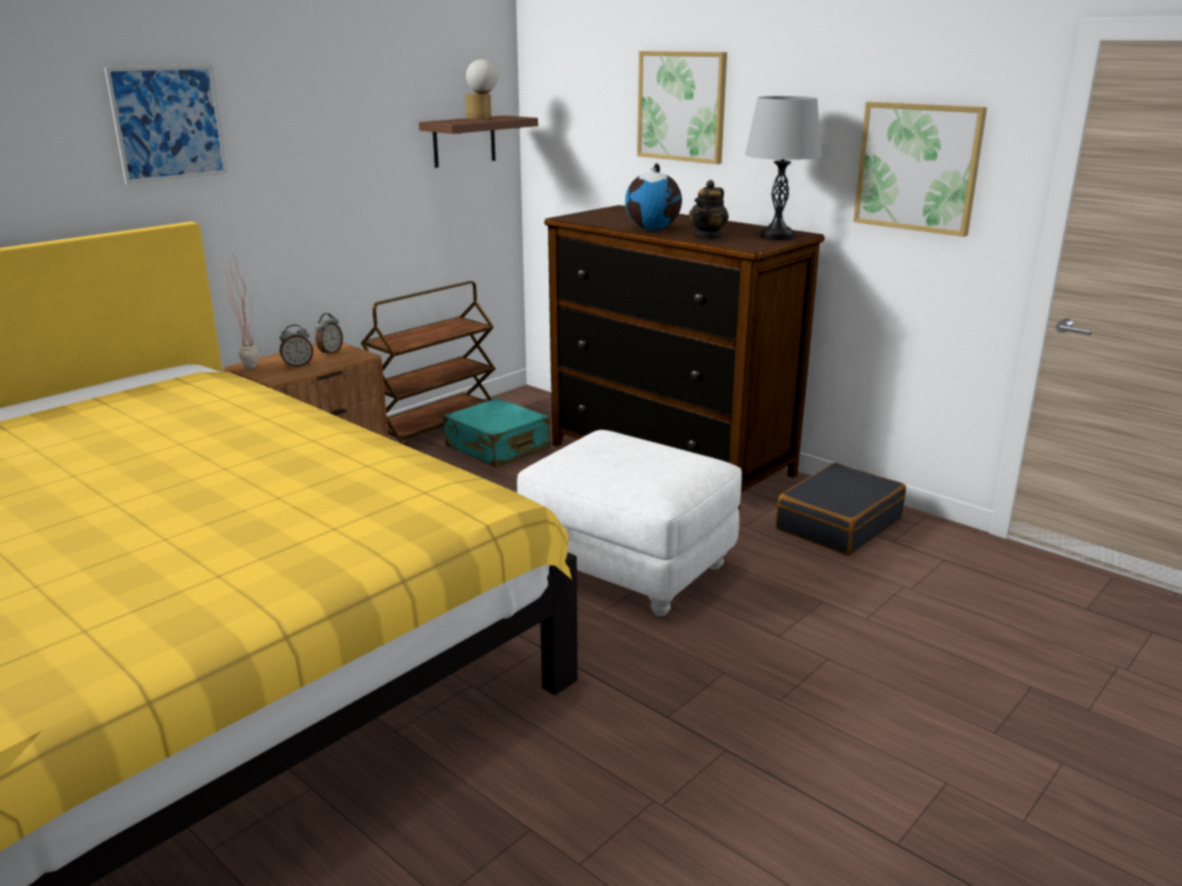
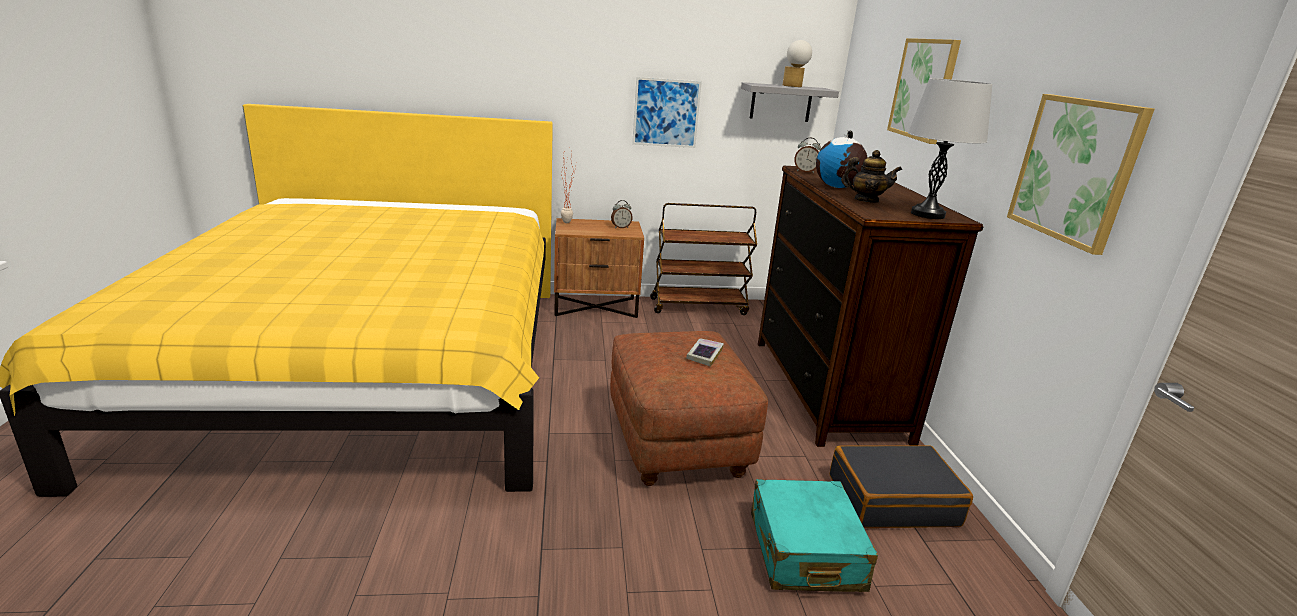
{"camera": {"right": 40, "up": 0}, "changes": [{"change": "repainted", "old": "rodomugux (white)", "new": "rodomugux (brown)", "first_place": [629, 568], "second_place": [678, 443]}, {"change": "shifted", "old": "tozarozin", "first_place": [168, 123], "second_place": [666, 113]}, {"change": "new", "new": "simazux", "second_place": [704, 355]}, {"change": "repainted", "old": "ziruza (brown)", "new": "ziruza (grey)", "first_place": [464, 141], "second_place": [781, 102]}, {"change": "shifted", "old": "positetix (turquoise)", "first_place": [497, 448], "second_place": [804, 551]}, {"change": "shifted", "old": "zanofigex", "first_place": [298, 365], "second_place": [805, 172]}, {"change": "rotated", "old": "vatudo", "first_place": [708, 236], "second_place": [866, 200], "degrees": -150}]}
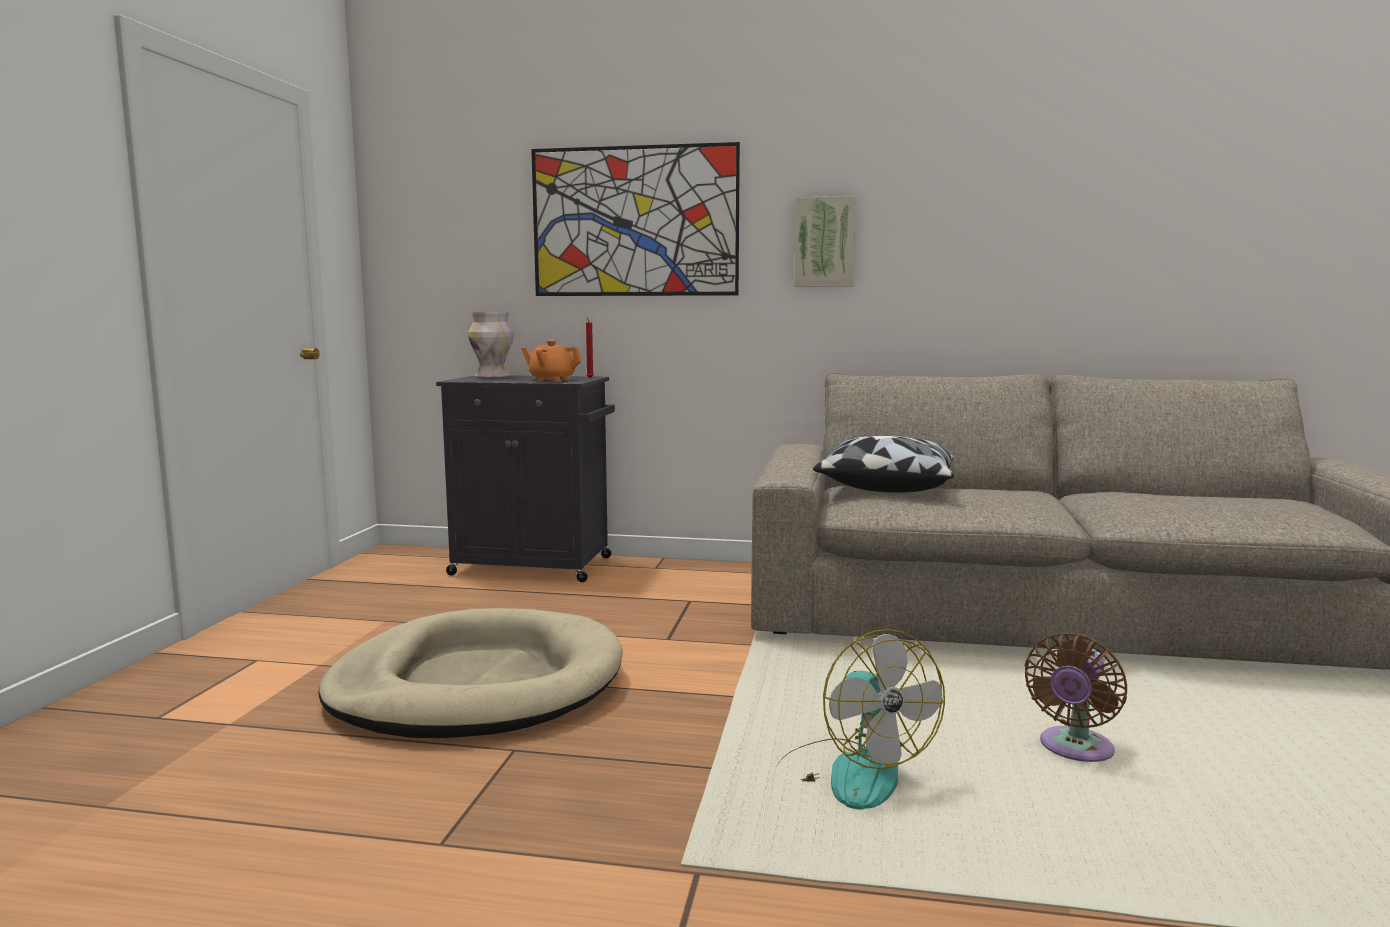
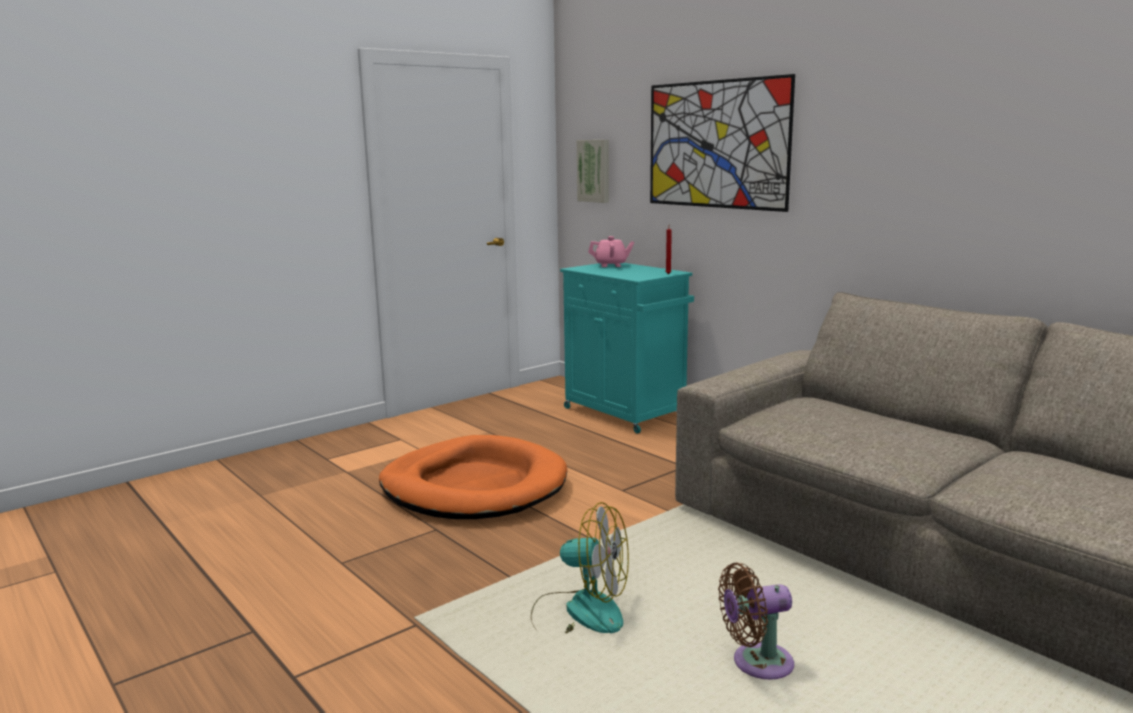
{"camera": {"right": 40, "up": 5}, "changes": [{"change": "repainted", "old": "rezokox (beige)", "new": "rezokox (orange)", "first_place": [477, 685], "second_place": [474, 486]}, {"change": "rotated", "old": "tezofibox", "first_place": [851, 772], "second_place": [579, 612], "degrees": -90}, {"change": "repainted", "old": "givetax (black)", "new": "givetax (turquoise)", "first_place": [535, 566], "second_place": [626, 413]}, {"change": "shifted", "old": "tozarozin", "first_place": [825, 242], "second_place": [594, 171]}, {"change": "swapped", "old": "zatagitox", "new": "vatudo (pink)", "first_place": [492, 377], "second_place": [611, 265]}, {"change": "gone", "old": "vatudo (orange)", "first_place": [552, 380]}, {"change": "gone", "old": "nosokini", "first_place": [886, 487]}]}
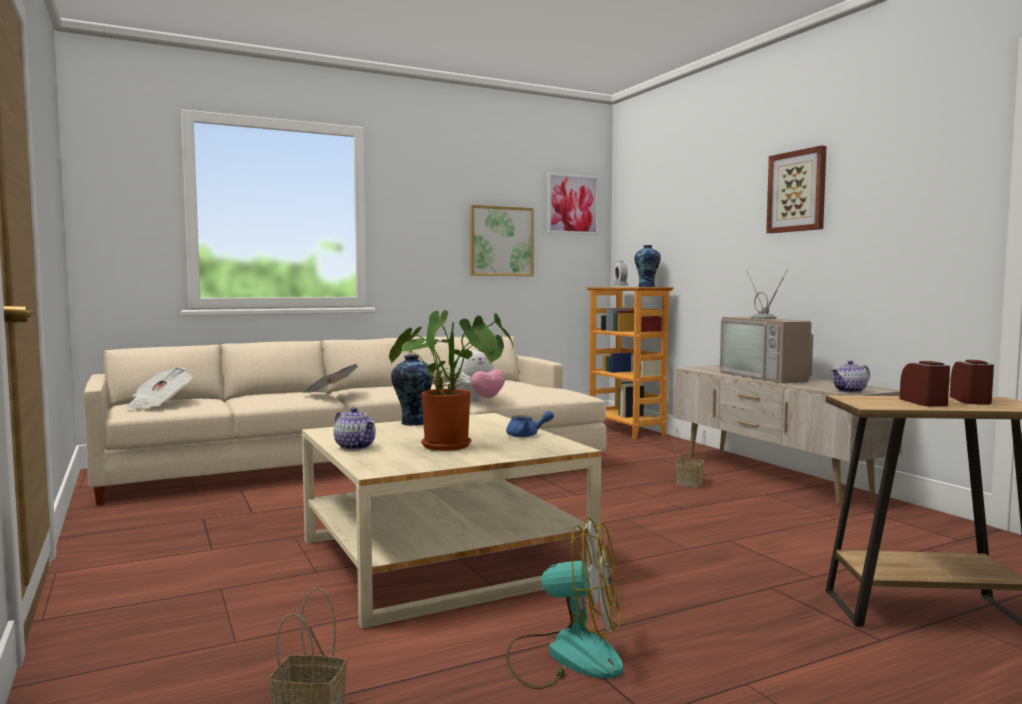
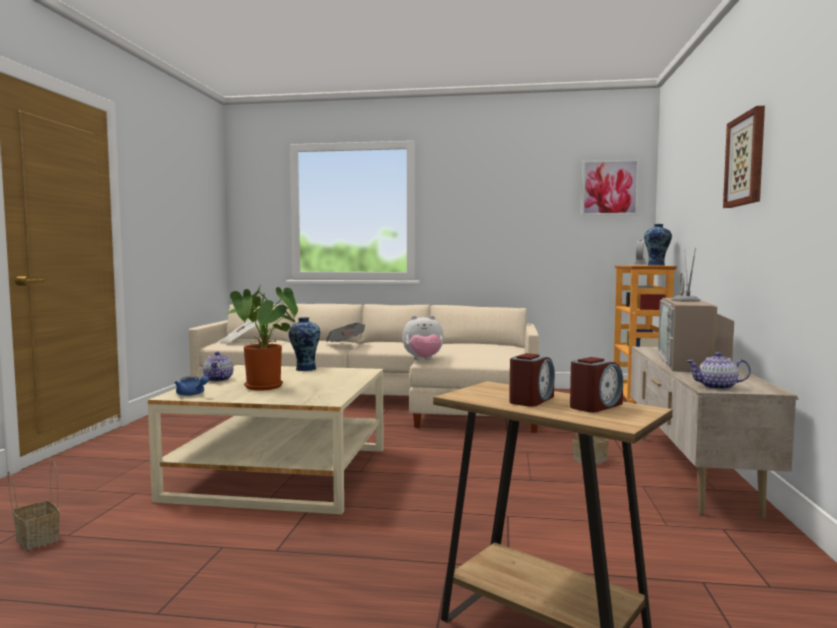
{"camera": {"right": 35, "up": 0}, "changes": [{"change": "shifted", "old": "vatudo (blue)", "first_place": [527, 435], "second_place": [192, 394]}, {"change": "gone", "old": "tozarozin", "first_place": [501, 241]}, {"change": "gone", "old": "tezofibox", "first_place": [566, 655]}]}
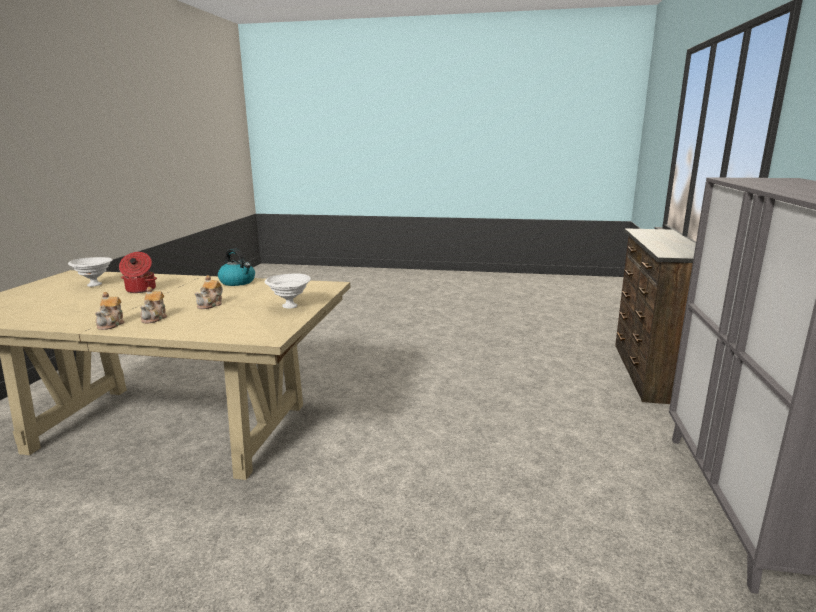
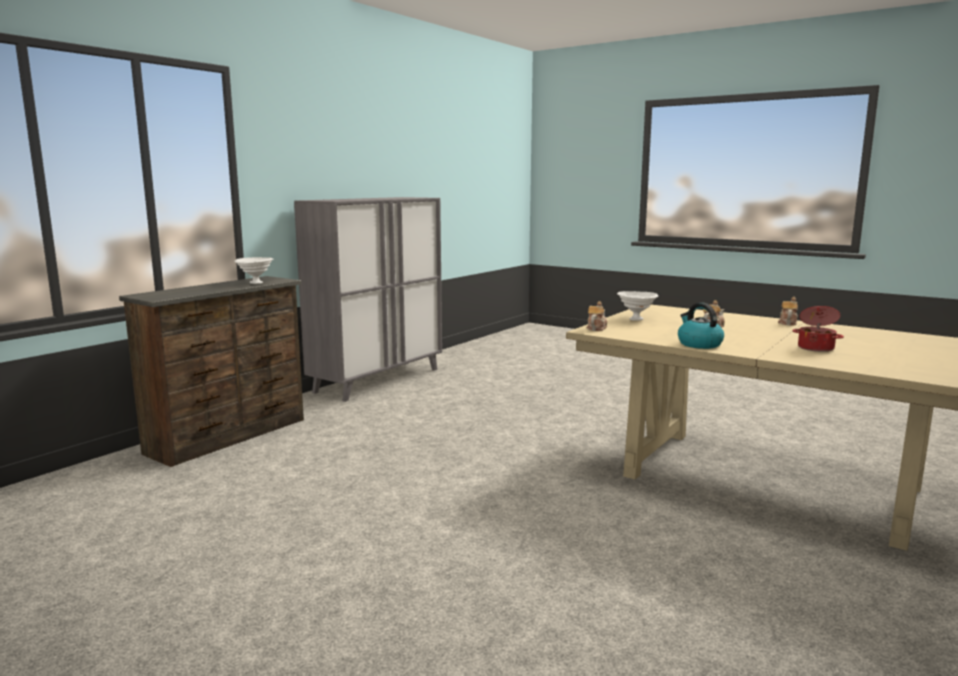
{"camera": {"right": -155, "up": -5}, "changes": [{"change": "shifted", "old": "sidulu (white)", "first_place": [95, 284], "second_place": [255, 283]}, {"change": "shifted", "old": "vatudo", "first_place": [155, 318], "second_place": [596, 328]}]}
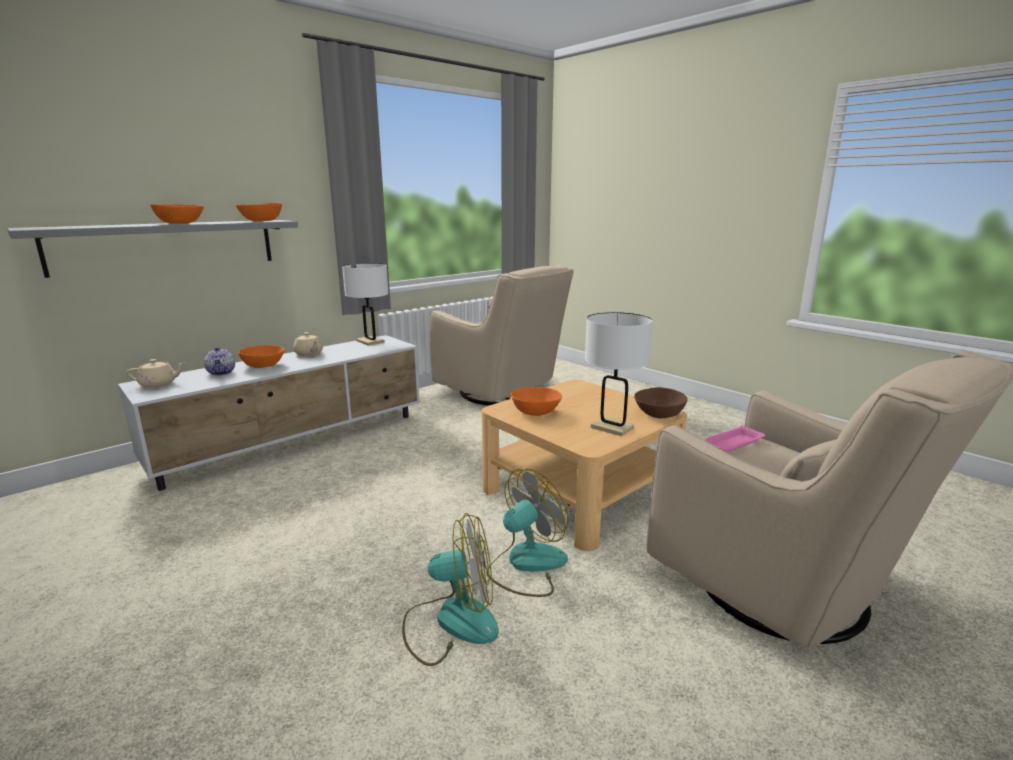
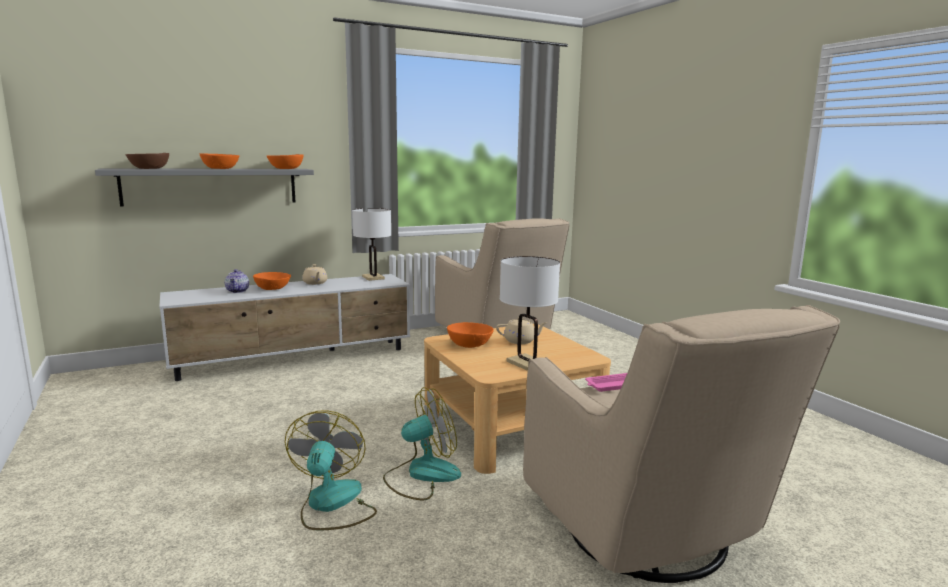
{"camera": {"right": 15, "up": -5}, "changes": [{"change": "shifted", "old": "sidulu (brown)", "first_place": [659, 414], "second_place": [149, 168]}, {"change": "rotated", "old": "tezofibox", "first_place": [451, 622], "second_place": [331, 504], "degrees": -105}, {"change": "shifted", "old": "vatudo (beige)", "first_place": [159, 384], "second_place": [520, 341]}]}
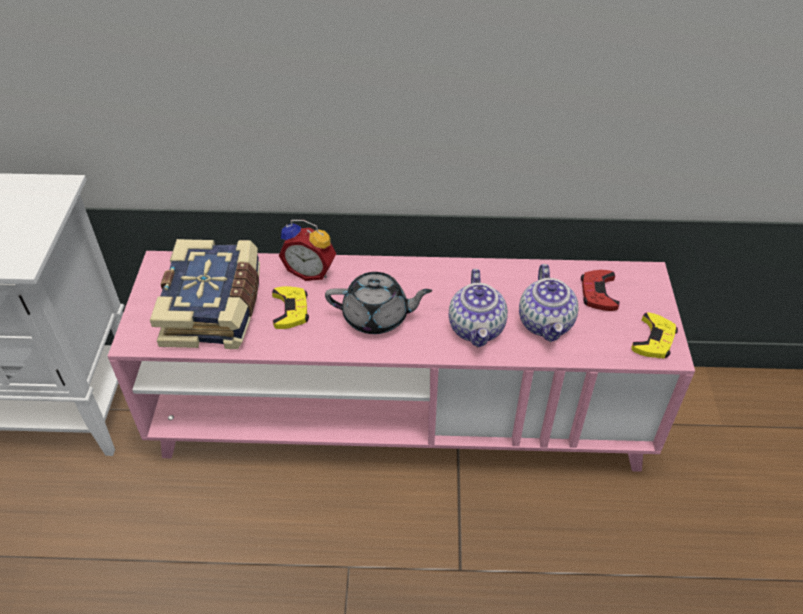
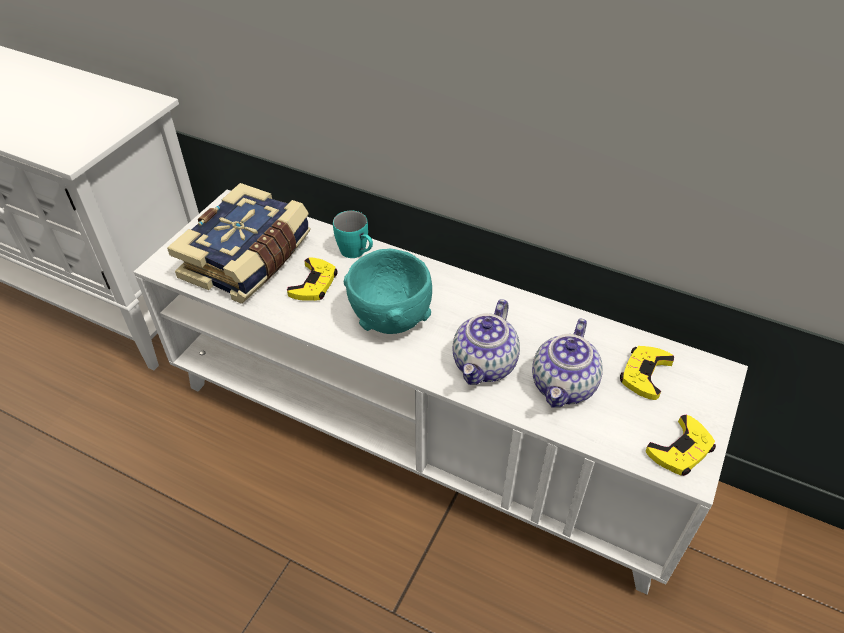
{"camera": {"right": 25, "up": 0}, "changes": [{"change": "repainted", "old": "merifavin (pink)", "new": "merifavin (white)", "first_place": [401, 416], "second_place": [422, 433]}, {"change": "swapped", "old": "zanofigex", "new": "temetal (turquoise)", "first_place": [311, 271], "second_place": [357, 253]}, {"change": "swapped", "old": "vatudo (grey)", "new": "sidulu (turquoise)", "first_place": [377, 317], "second_place": [391, 318]}, {"change": "repainted", "old": "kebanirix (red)", "new": "kebanirix (yellow)", "first_place": [598, 293], "second_place": [644, 374]}]}
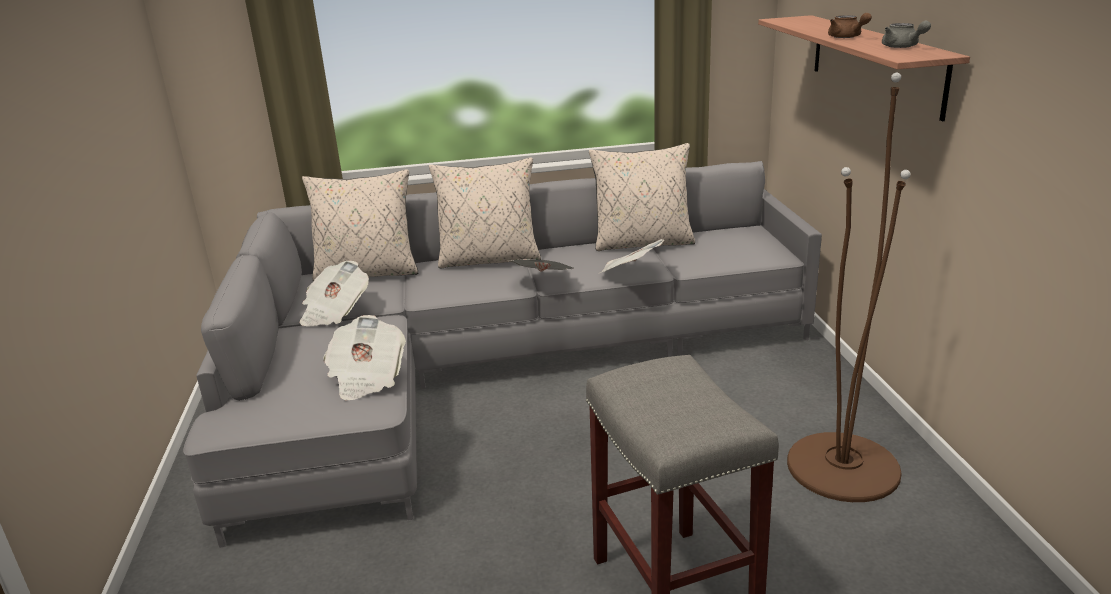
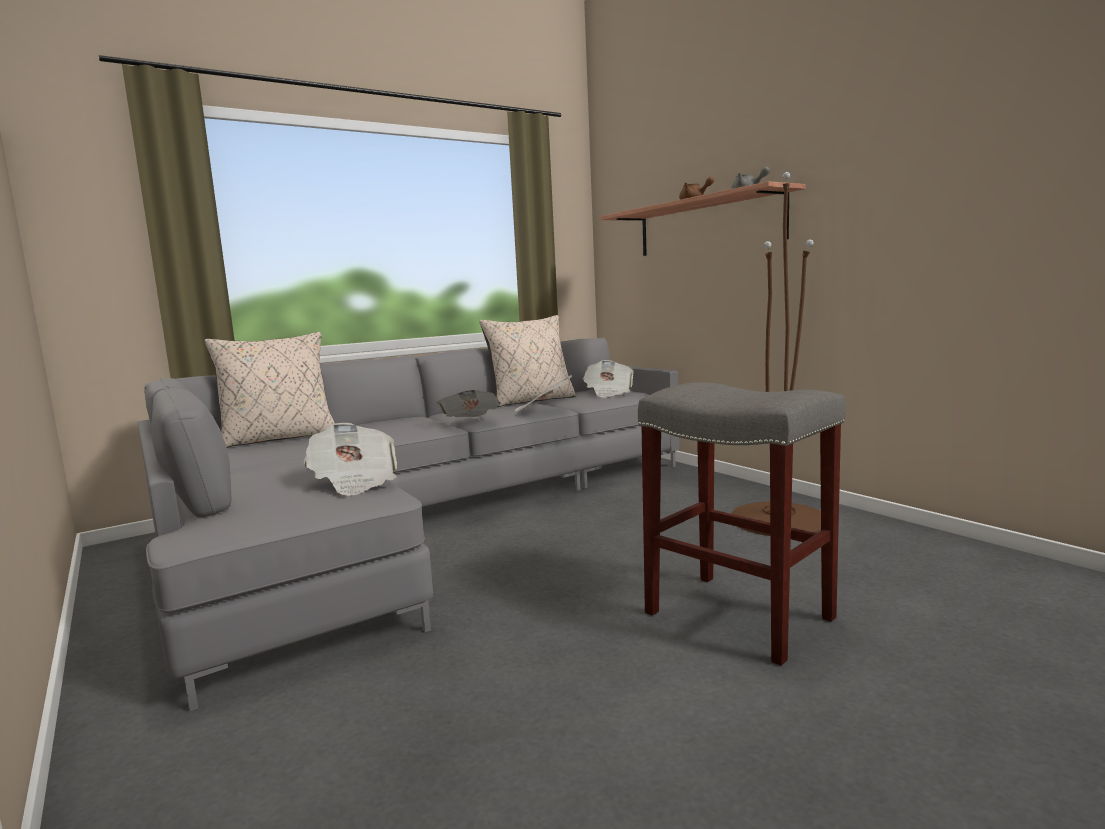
{"camera": {"right": -25, "up": -15}, "changes": [{"change": "shifted", "old": "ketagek", "first_place": [334, 312], "second_place": [608, 393]}, {"change": "gone", "old": "nosokini (beige)", "first_place": [489, 259]}]}
